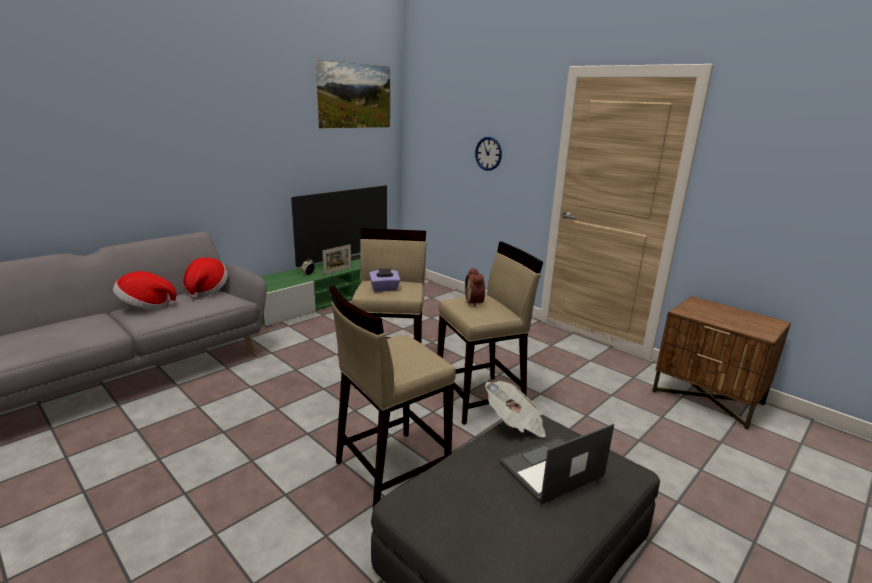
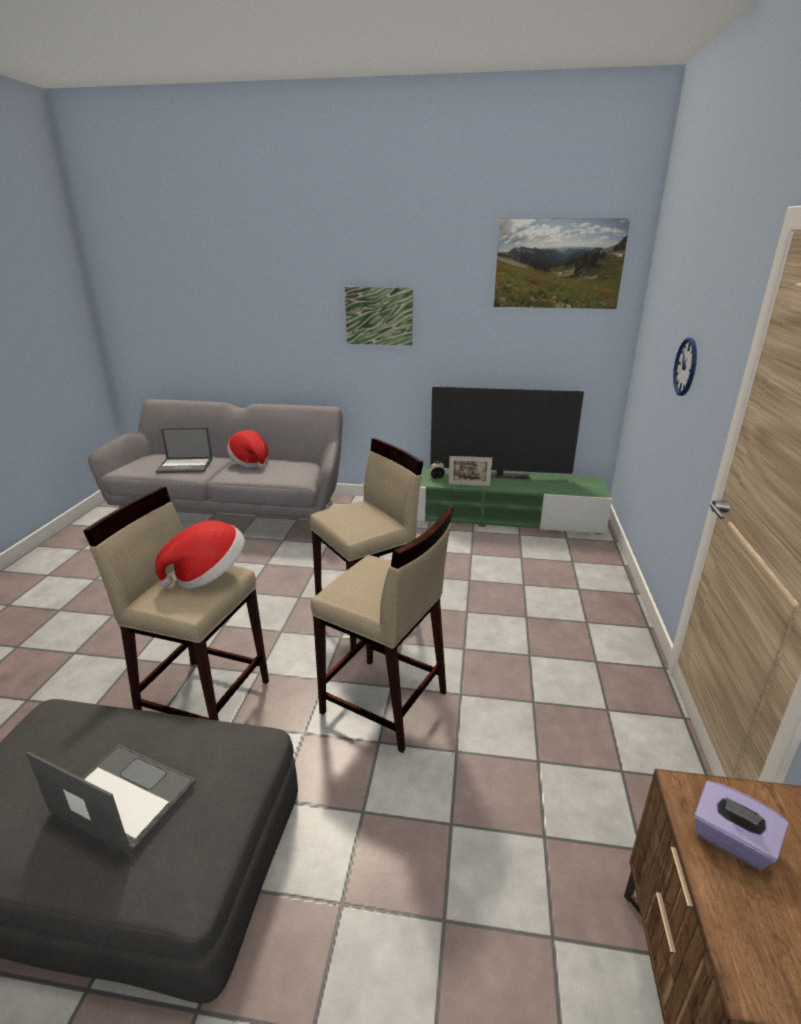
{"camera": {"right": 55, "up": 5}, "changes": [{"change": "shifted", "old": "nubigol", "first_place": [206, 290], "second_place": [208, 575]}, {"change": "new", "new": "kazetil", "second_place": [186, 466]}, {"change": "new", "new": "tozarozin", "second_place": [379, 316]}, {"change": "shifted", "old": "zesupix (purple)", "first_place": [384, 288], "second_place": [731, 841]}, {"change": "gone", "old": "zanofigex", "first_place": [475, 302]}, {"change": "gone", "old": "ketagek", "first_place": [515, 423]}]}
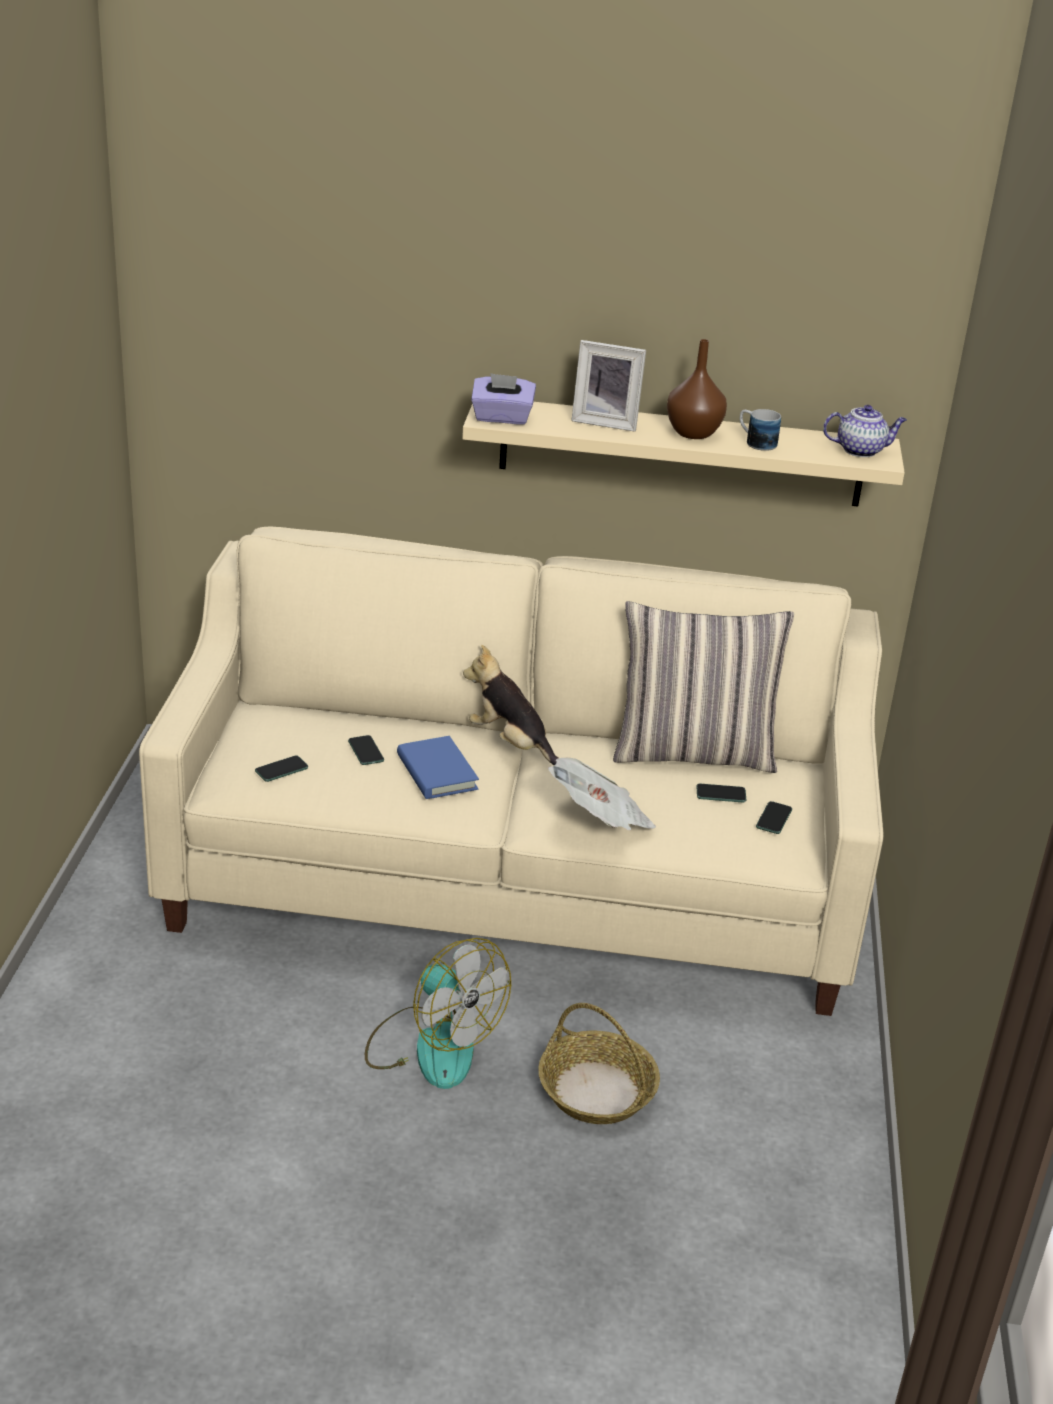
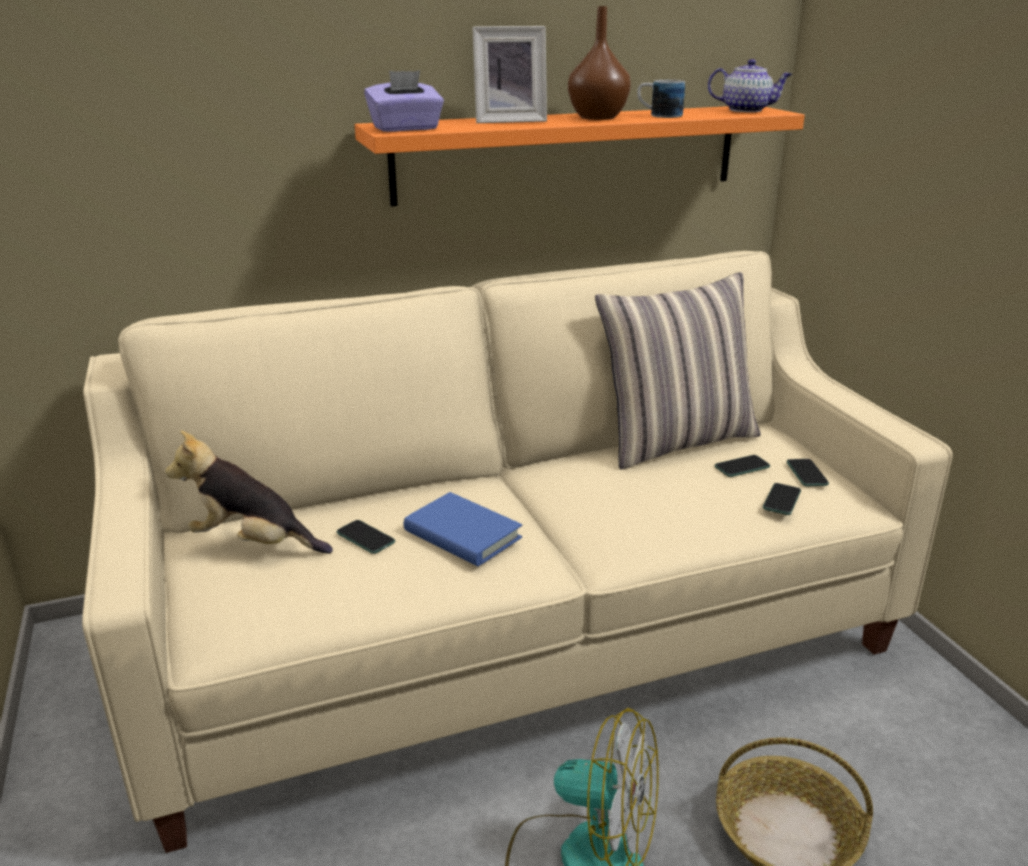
{"camera": {"right": -25, "up": -5}, "changes": [{"change": "shifted", "old": "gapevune", "first_place": [511, 744], "second_place": [253, 543]}, {"change": "repainted", "old": "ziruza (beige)", "new": "ziruza (orange)", "first_place": [681, 452], "second_place": [569, 153]}, {"change": "rotated", "old": "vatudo", "first_place": [861, 450], "second_place": [747, 110], "degrees": 45}, {"change": "shifted", "old": "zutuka", "first_place": [281, 769], "second_place": [781, 500]}, {"change": "gone", "old": "ketagek", "first_place": [600, 820]}]}
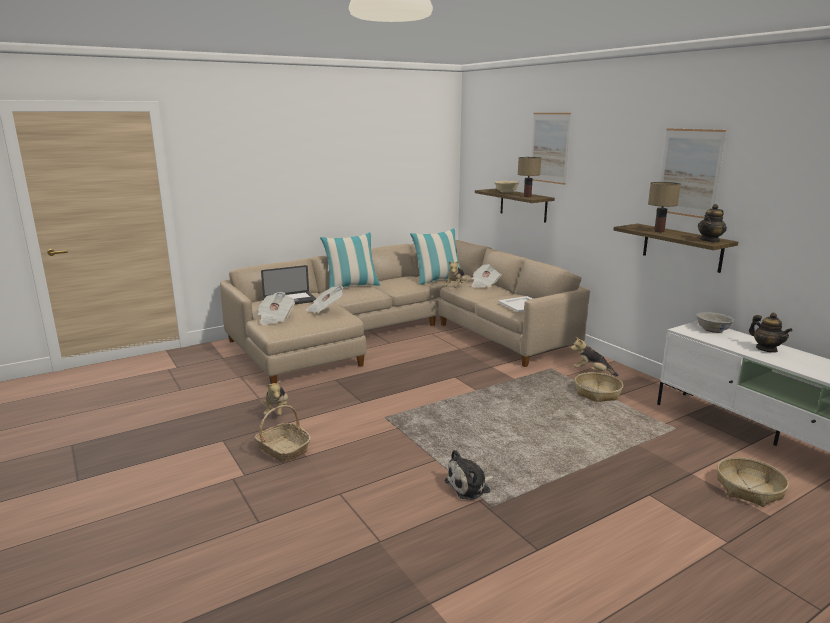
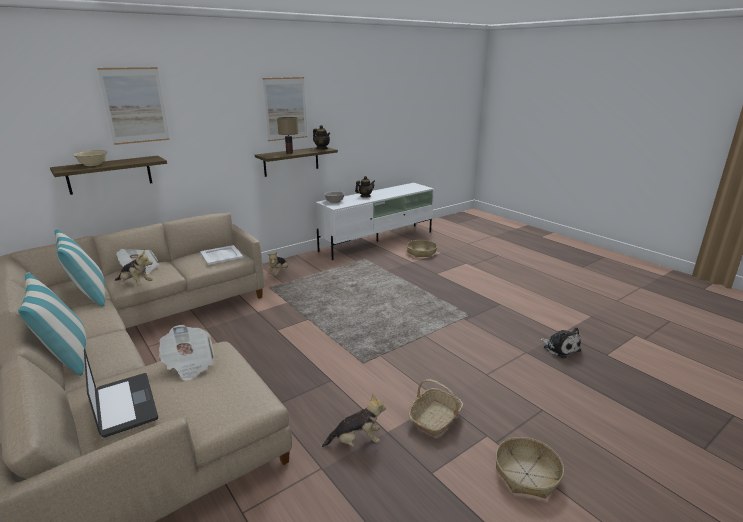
{"camera": {"right": -95, "up": 5}, "changes": [{"change": "shifted", "old": "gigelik", "first_place": [597, 393], "second_place": [526, 474]}, {"change": "shifted", "old": "gapevune", "first_place": [470, 486], "second_place": [560, 348]}, {"change": "gone", "old": "ketagek", "first_place": [275, 318]}, {"change": "gone", "old": "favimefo", "first_place": [527, 196]}]}
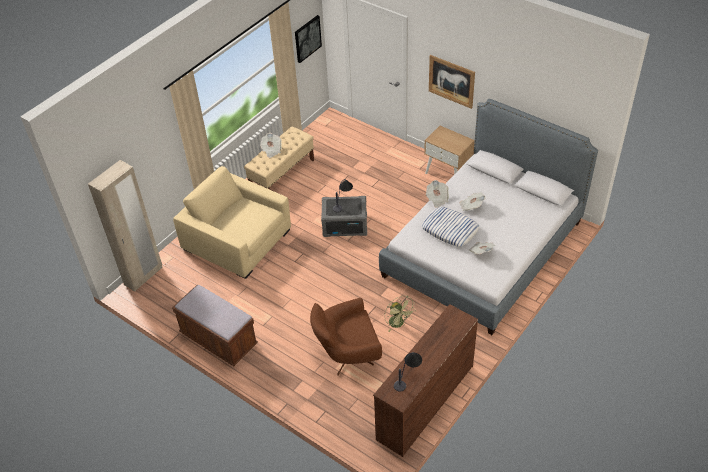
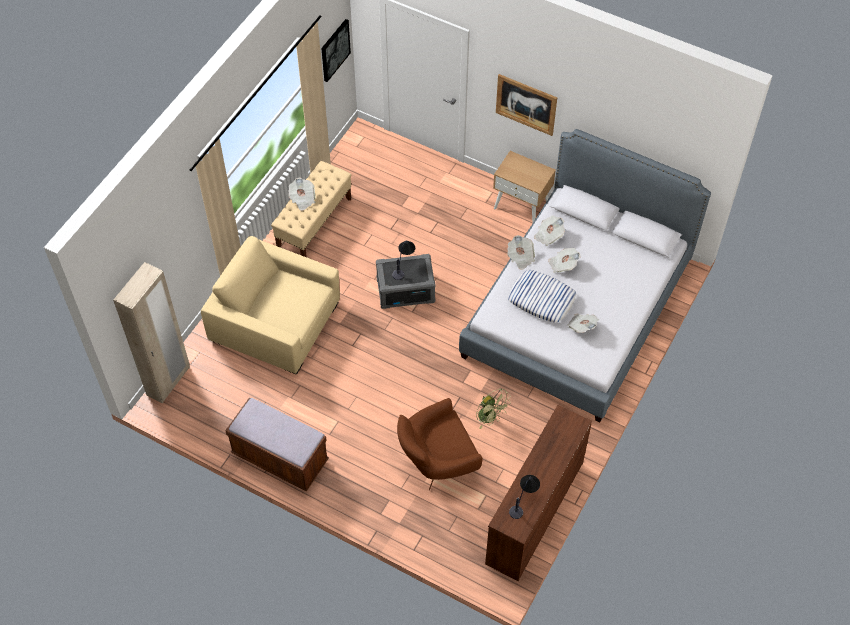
{"camera": {"right": -10, "up": 10}, "changes": [{"change": "new", "new": "ketagek", "second_place": [548, 235]}]}
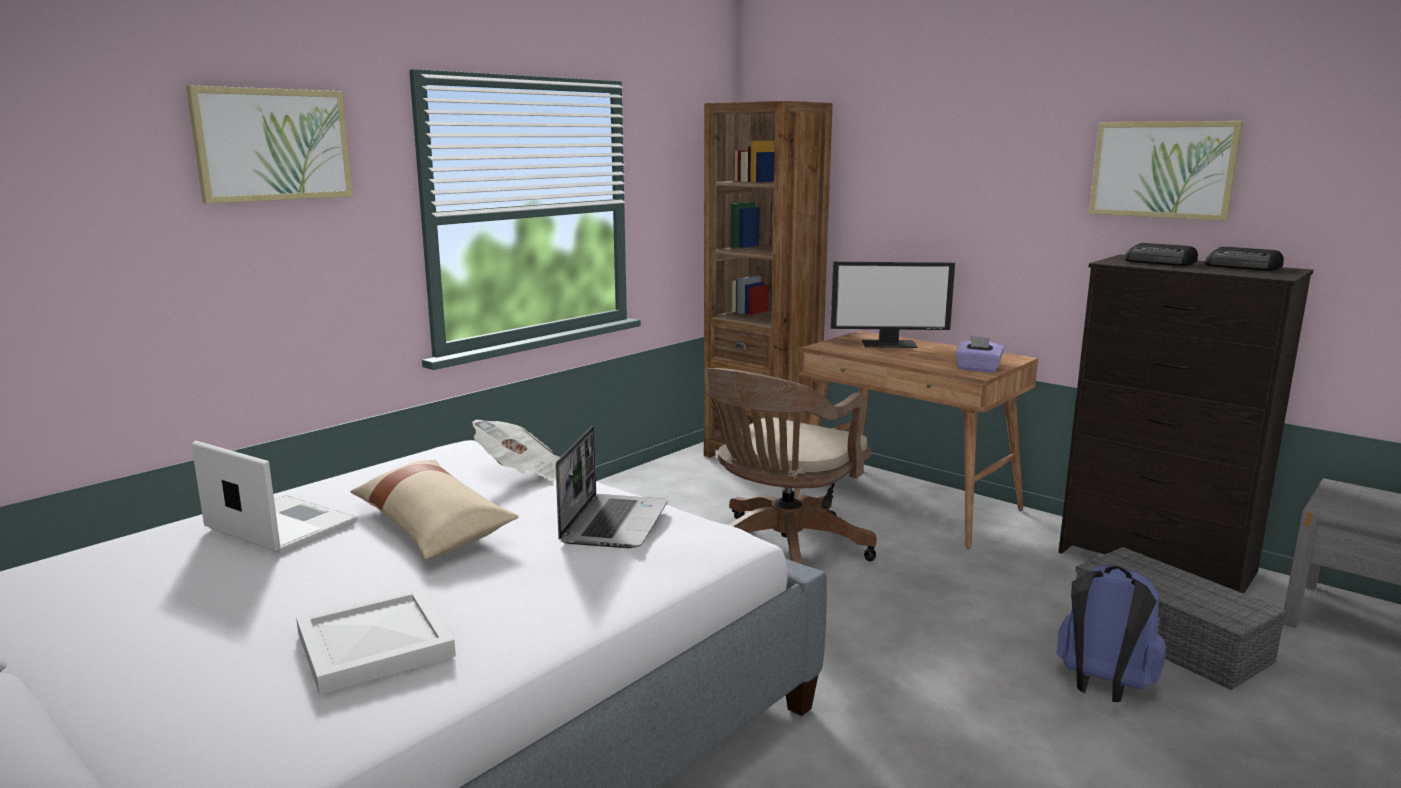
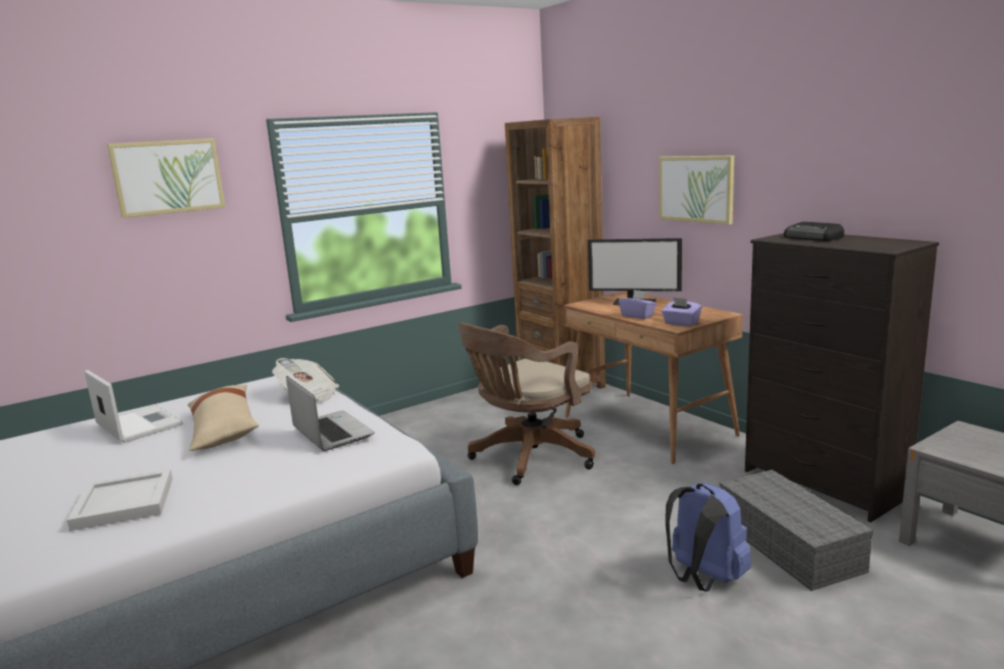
{"camera": {"right": 15, "up": 0}, "changes": [{"change": "rotated", "old": "kazetil", "first_place": [614, 523], "second_place": [331, 432], "degrees": -60}, {"change": "new", "new": "zesupix (purple)", "second_place": [637, 316]}, {"change": "shifted", "old": "tozarozin", "first_place": [1162, 169], "second_place": [696, 188]}, {"change": "gone", "old": "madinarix", "first_place": [1243, 267]}]}
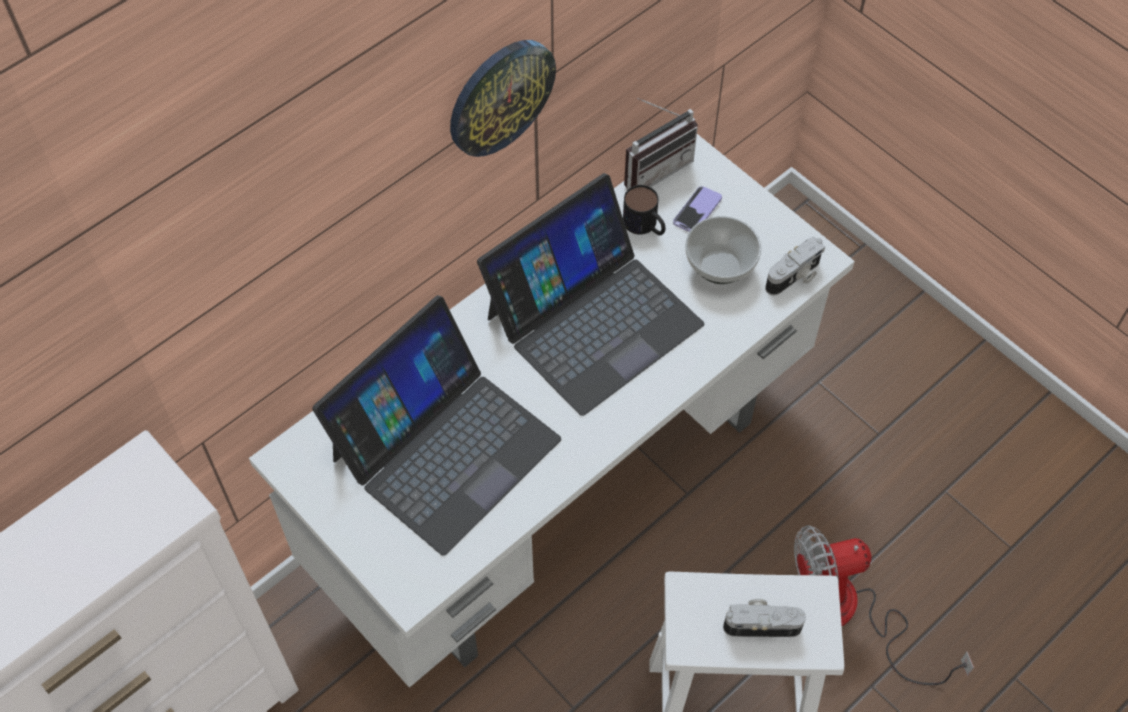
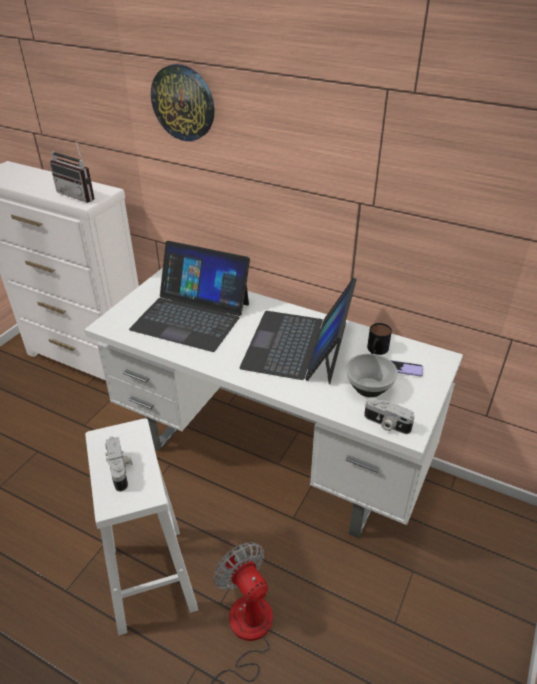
{"camera": {"right": 70, "up": -20}, "changes": [{"change": "shifted", "old": "madinarix", "first_place": [653, 167], "second_place": [80, 195]}, {"change": "shifted", "old": "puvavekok", "first_place": [500, 96], "second_place": [183, 103]}, {"change": "rotated", "old": "kazetil", "first_place": [593, 319], "second_place": [298, 346], "degrees": 75}]}
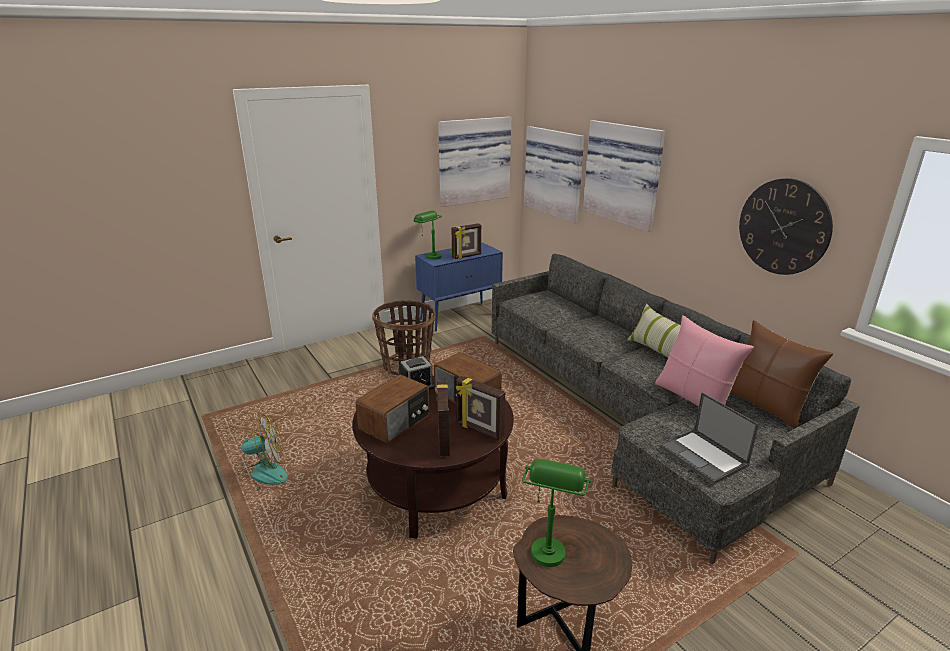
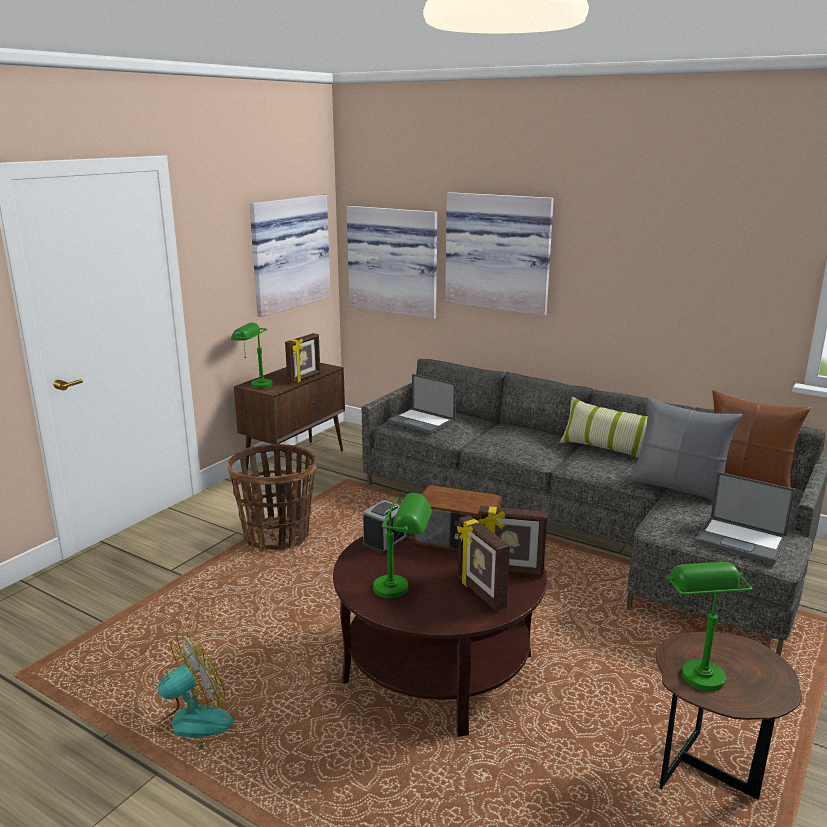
{"camera": {"right": -25, "up": -5}, "changes": [{"change": "repainted", "old": "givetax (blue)", "new": "givetax (brown)", "first_place": [460, 316], "second_place": [296, 462]}, {"change": "swapped", "old": "madinarix", "new": "favimefo (green)", "first_place": [396, 423], "second_place": [403, 589]}, {"change": "new", "new": "kazetil", "second_place": [422, 421]}, {"change": "repainted", "old": "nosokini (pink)", "new": "nosokini (grey)", "first_place": [694, 398], "second_place": [678, 487]}, {"change": "gone", "old": "puvavekok", "first_place": [783, 227]}]}
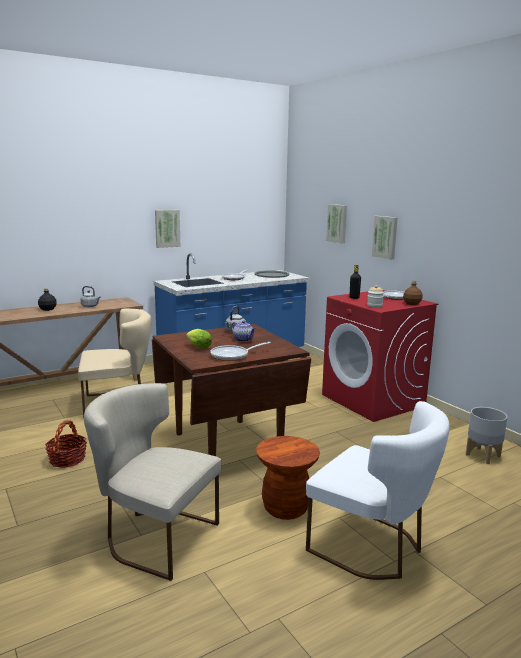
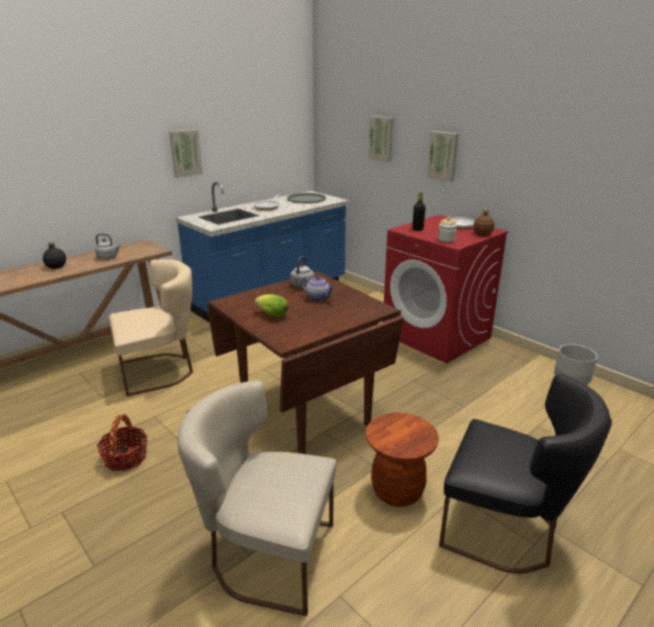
{"camera": {"right": -10, "up": 10}, "changes": [{"change": "repainted", "old": "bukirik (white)", "new": "bukirik (black)", "first_place": [373, 548], "second_place": [506, 530]}, {"change": "gone", "old": "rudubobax", "first_place": [233, 356]}]}
